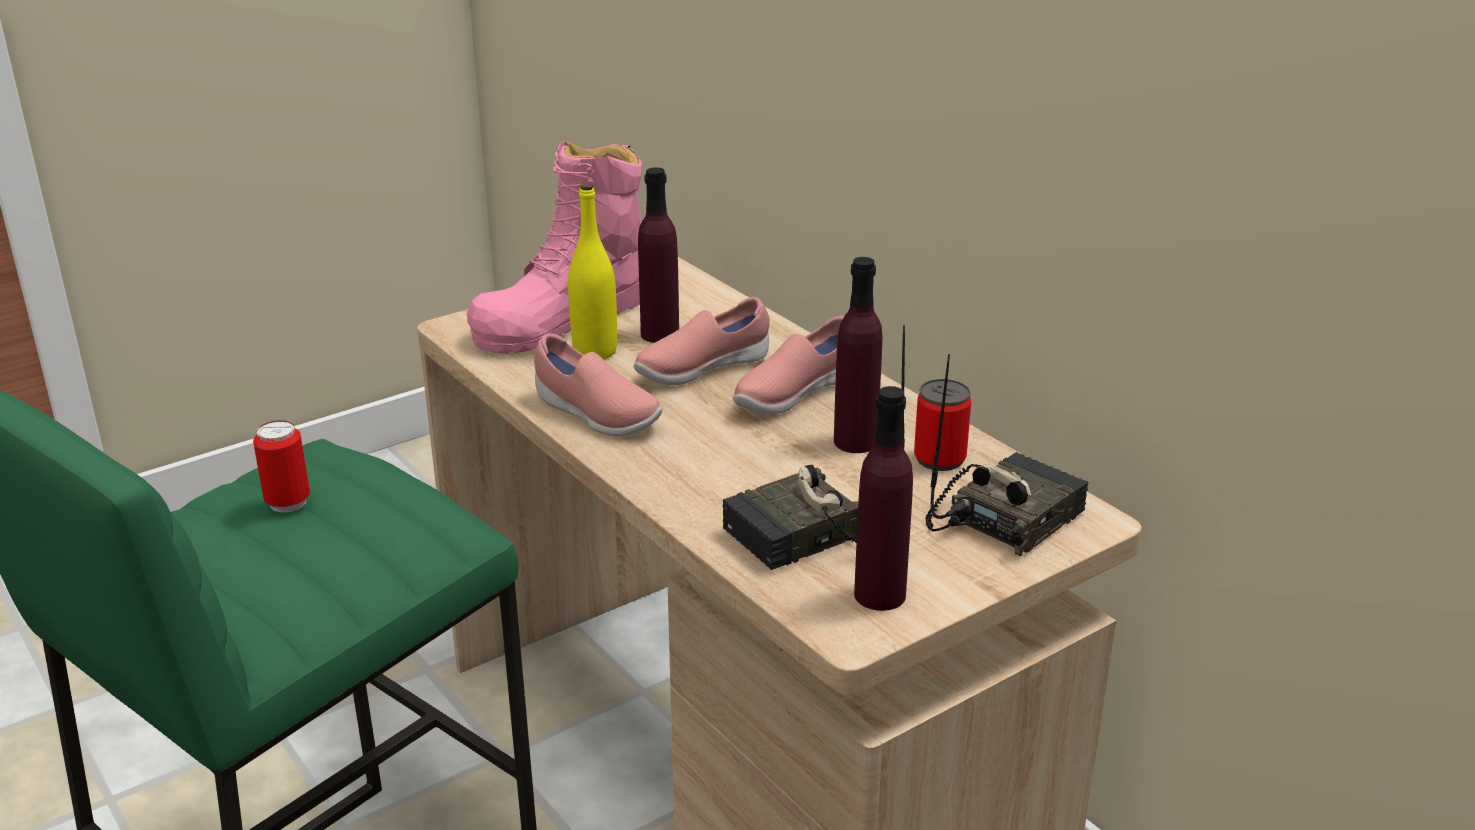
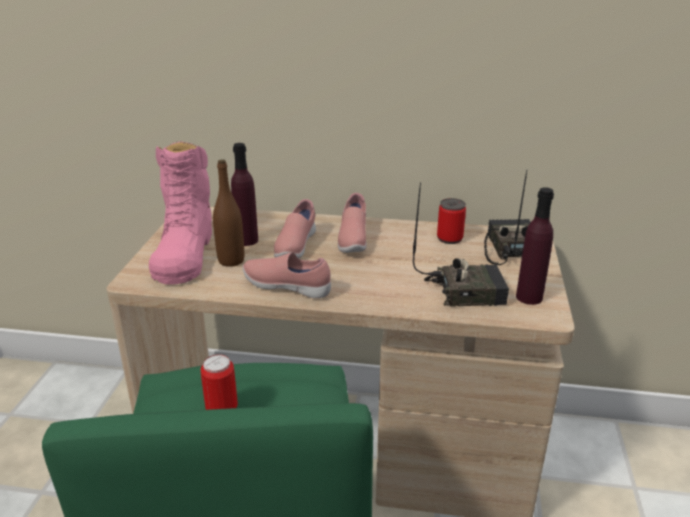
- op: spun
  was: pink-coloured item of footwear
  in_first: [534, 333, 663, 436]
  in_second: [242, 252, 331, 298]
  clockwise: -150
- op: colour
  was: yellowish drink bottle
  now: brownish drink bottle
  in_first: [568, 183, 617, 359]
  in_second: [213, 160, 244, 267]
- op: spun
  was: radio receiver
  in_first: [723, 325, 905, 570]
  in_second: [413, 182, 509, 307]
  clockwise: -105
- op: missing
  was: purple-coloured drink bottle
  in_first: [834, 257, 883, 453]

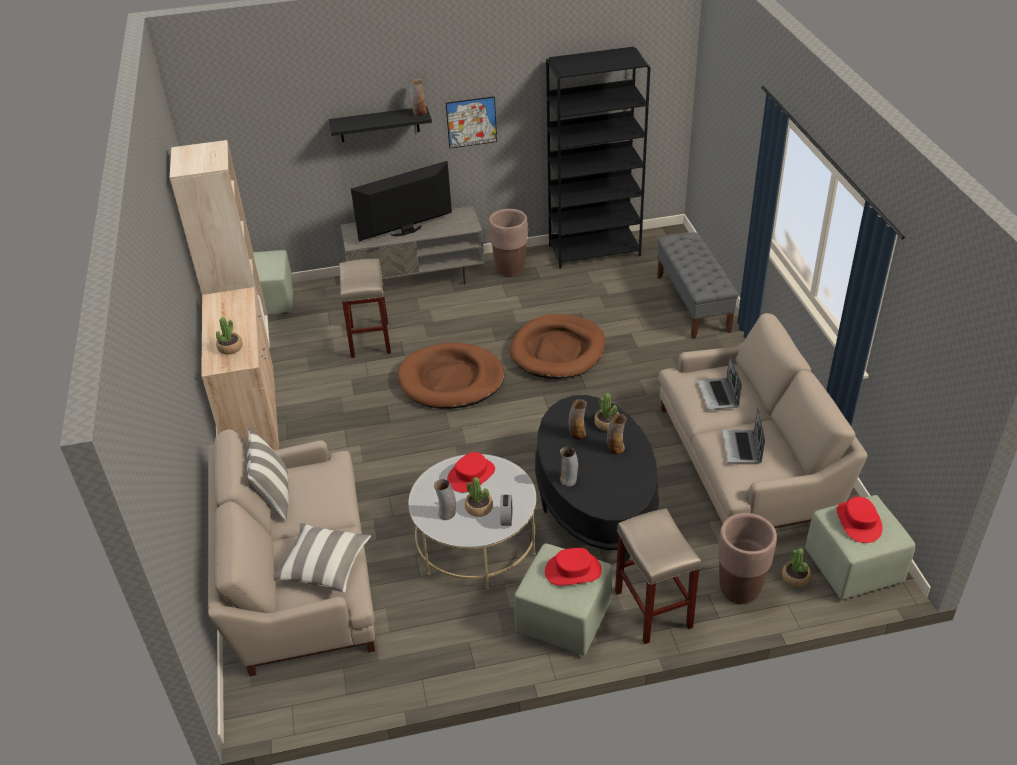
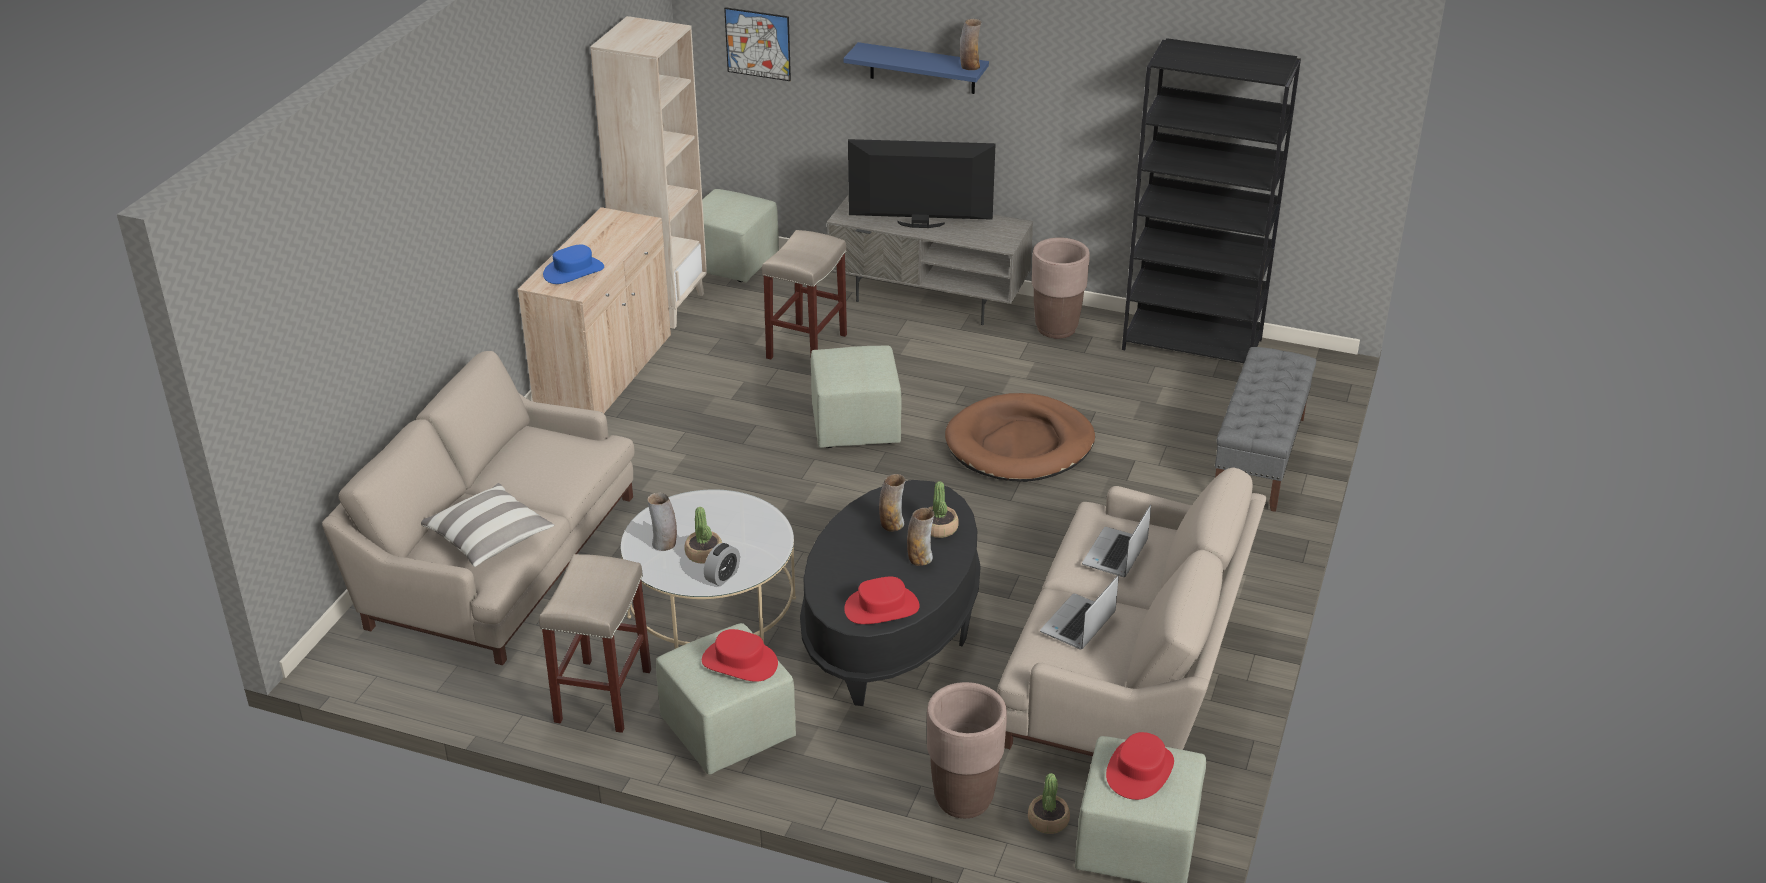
- op: exchanged
  was: houseplant
  now: blue hat
  in_first: [216, 317, 243, 355]
  in_second: [543, 245, 604, 284]
- op: missing
  was: throw pillow
  in_first: [247, 427, 289, 521]
- op: colour
  was: blackish wall shelf
  now: blue wall shelf
  in_first: [328, 106, 432, 142]
  in_second: [843, 42, 989, 94]
- op: exchanged
  was: brownish dog cushion
  now: green-coloured pouffe
  in_first: [398, 343, 504, 409]
  in_second: [811, 346, 901, 448]
- op: relocated
  was: wall picture
  in_first: [446, 96, 497, 149]
  in_second: [724, 7, 791, 81]
- op: relocated
  was: reddish hat
  in_first: [447, 452, 495, 492]
  in_second: [844, 576, 920, 624]
- op: missing
  was: flower vase
  in_first: [560, 447, 578, 486]
- op: relocated
  was: beige stool
  in_first: [615, 508, 701, 644]
  in_second: [539, 554, 651, 733]

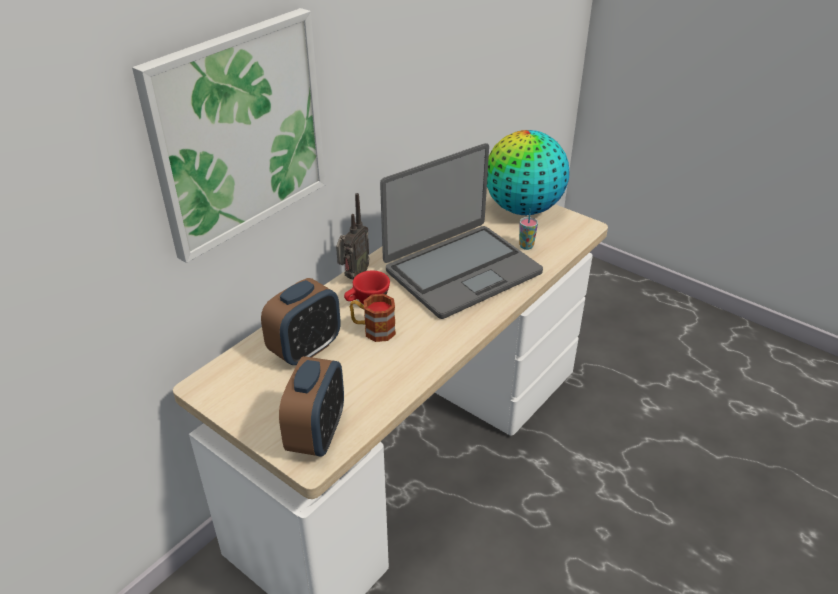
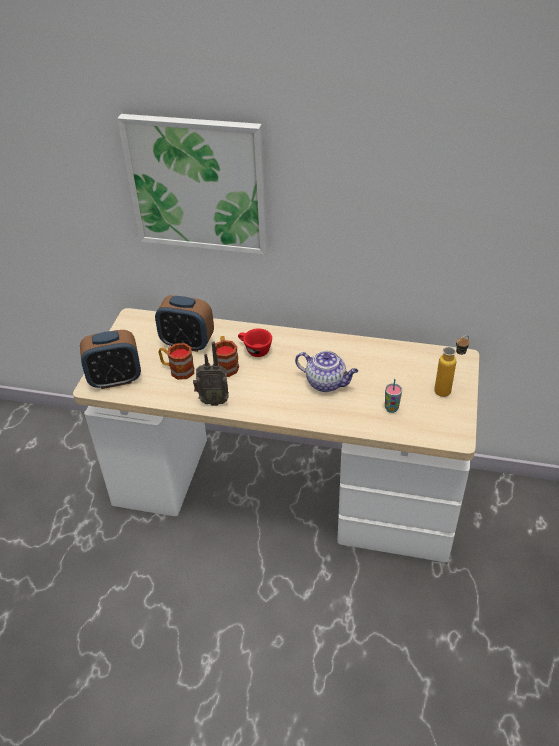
- op: relocated
  was: radio receiver
  in_first: [336, 193, 370, 279]
  in_second: [193, 341, 229, 406]
- op: exchanged
  was: portable computer
  now: teapot
  in_first: [380, 143, 543, 319]
  in_second: [295, 351, 358, 392]
- op: exchanged
  was: world globe
  now: drink bottle
  in_first: [487, 130, 569, 215]
  in_second: [434, 335, 469, 397]
- op: appeared
  now: tea mug
  in_second: [158, 343, 194, 380]

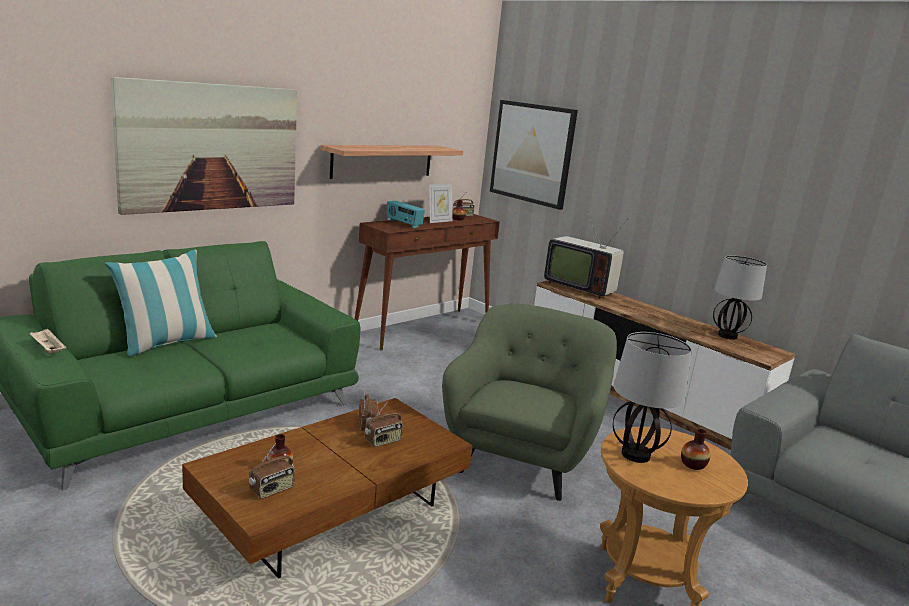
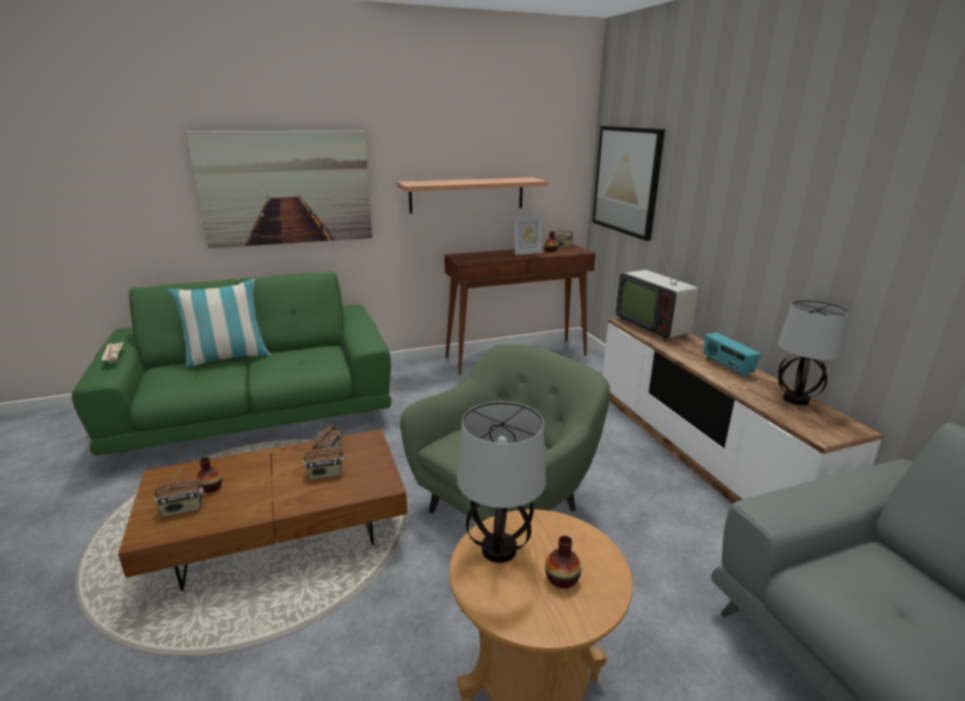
- op: relocated
  was: radio receiver
  in_first: [387, 201, 425, 228]
  in_second: [703, 333, 761, 377]

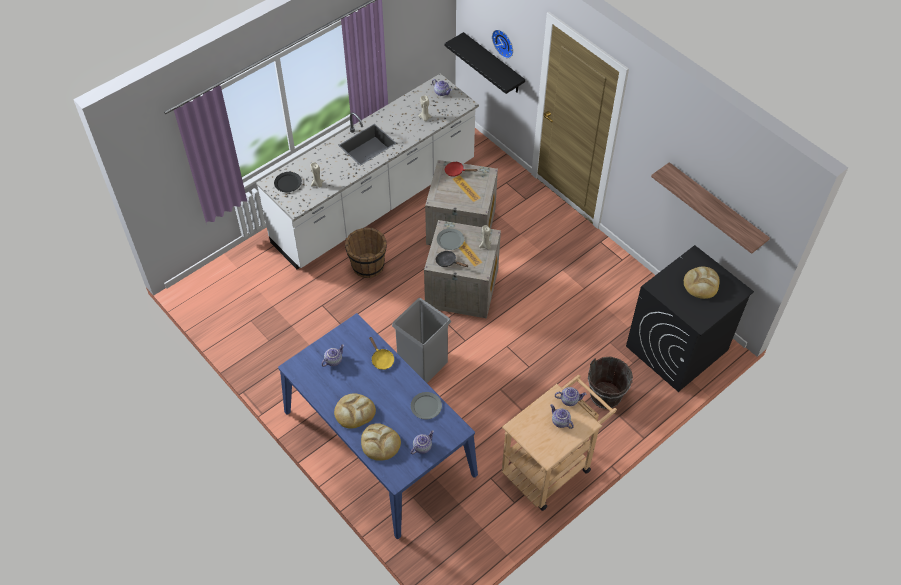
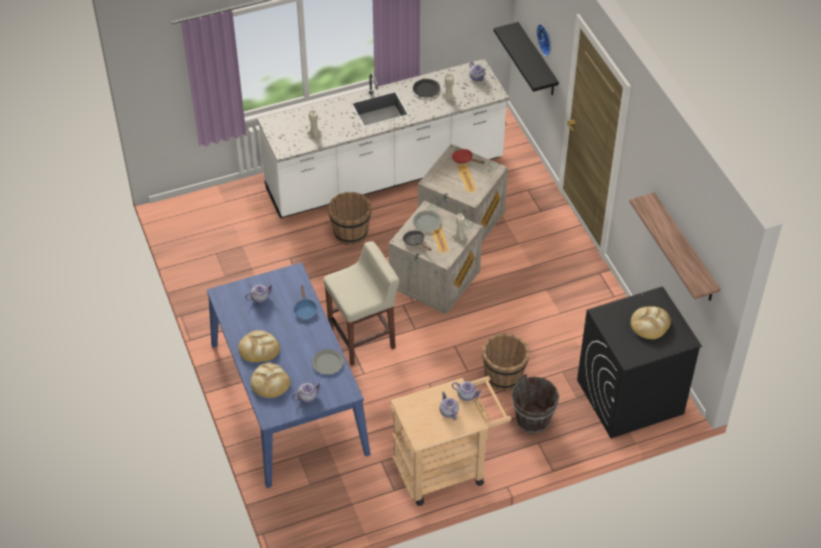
- op: relocated
  was: blackish dinner plate
  in_first: [274, 172, 302, 192]
  in_second: [413, 79, 440, 98]
- op: colour
  was: yellowish frying pan
  now: blue frying pan
  in_first: [369, 336, 394, 370]
  in_second: [294, 286, 317, 319]
- op: exchanged
  was: greyish rubbish bin
  now: beige stool
  in_first: [392, 298, 451, 383]
  in_second: [323, 241, 400, 366]
- op: appeared
  now: brownish bucket
  in_second: [482, 333, 530, 391]

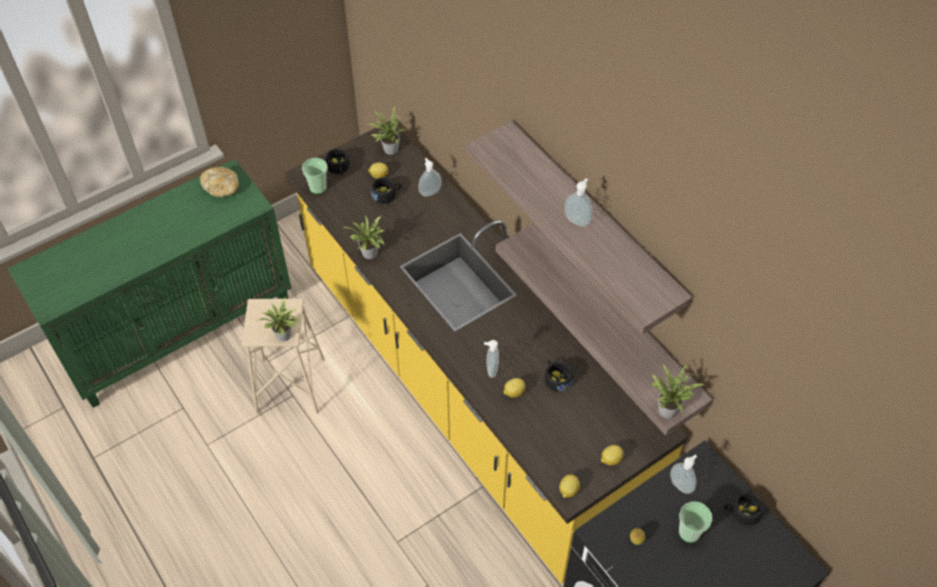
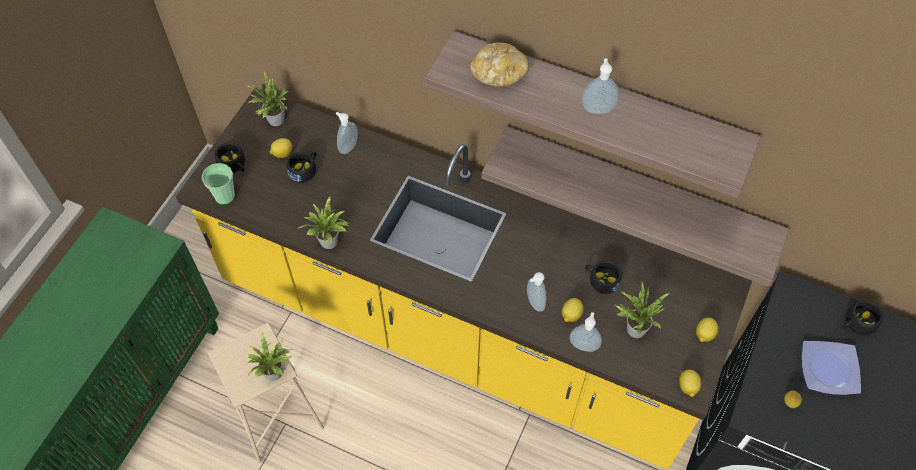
- op: relocated
  was: bakery bread
  in_first: [200, 167, 239, 197]
  in_second: [470, 42, 529, 87]
- op: relocated
  was: houseplant
  in_first: [651, 364, 706, 419]
  in_second: [615, 282, 670, 338]
- op: relocated
  was: soap bottle
  in_first: [670, 455, 697, 494]
  in_second: [570, 312, 602, 352]
- op: exchanged
  was: small cup
  now: dinner plate
  in_first: [679, 502, 713, 543]
  in_second: [801, 341, 861, 395]

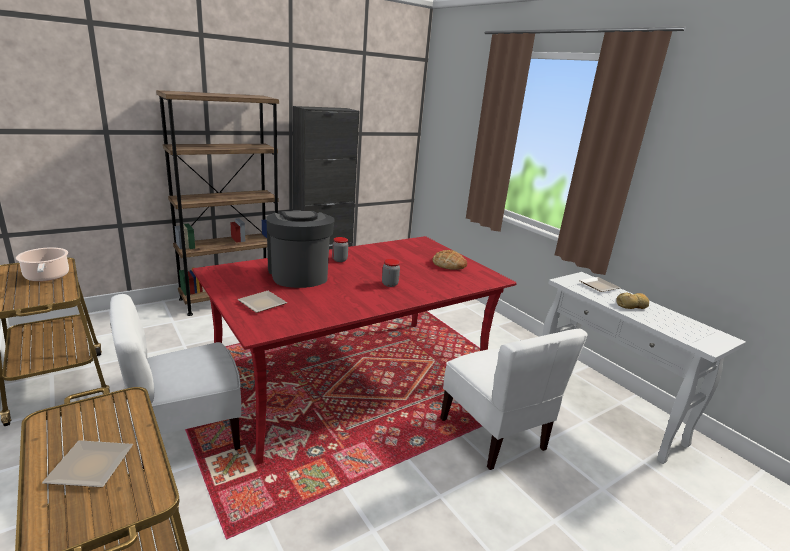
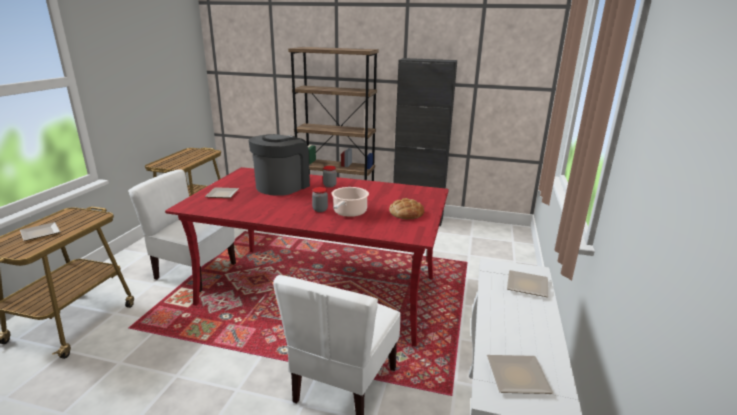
- op: relocated
  was: stockpot
  in_first: [16, 247, 69, 282]
  in_second: [331, 187, 369, 217]
- op: missing
  was: bakery bread
  in_first: [616, 293, 649, 309]
- op: appeared
  now: dinner plate
  in_second: [487, 355, 553, 394]

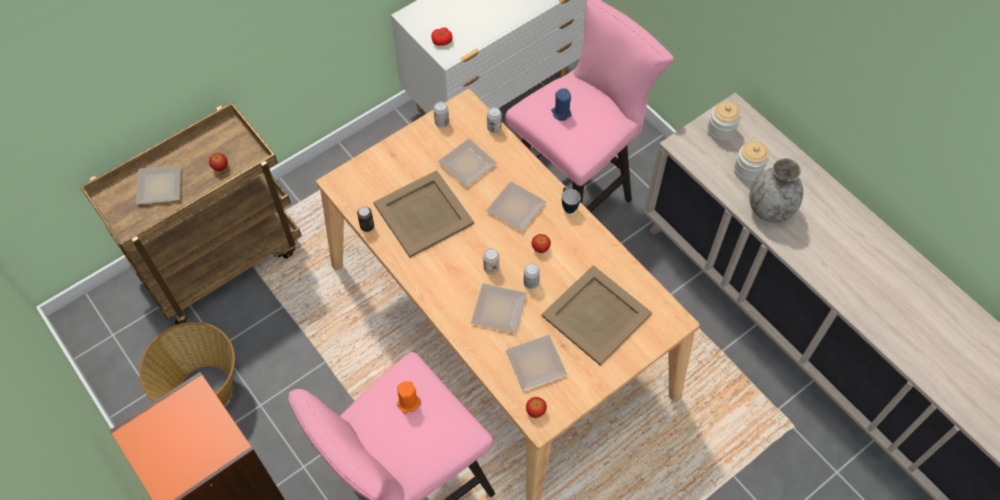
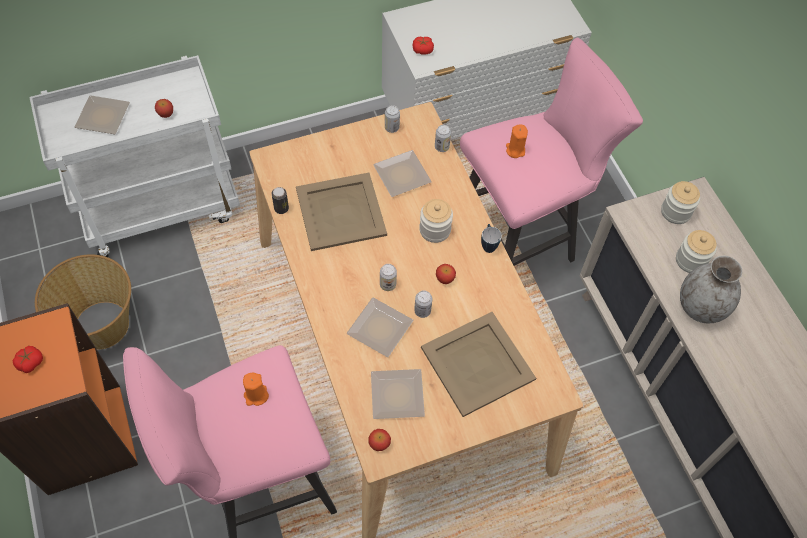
- op: colour
  was: brownish cart
  now: white-coloured cart
  in_first: [80, 102, 302, 325]
  in_second: [29, 55, 240, 257]
- op: exchanged
  was: dinner plate
  now: preserve jar
  in_first: [486, 181, 546, 232]
  in_second: [419, 199, 453, 243]
- op: colour
  was: blue wax candle
  now: orangey wax candle
  in_first: [551, 88, 571, 121]
  in_second: [506, 124, 528, 158]
- op: appeared
  now: whole tomato
  in_second: [12, 346, 43, 373]

